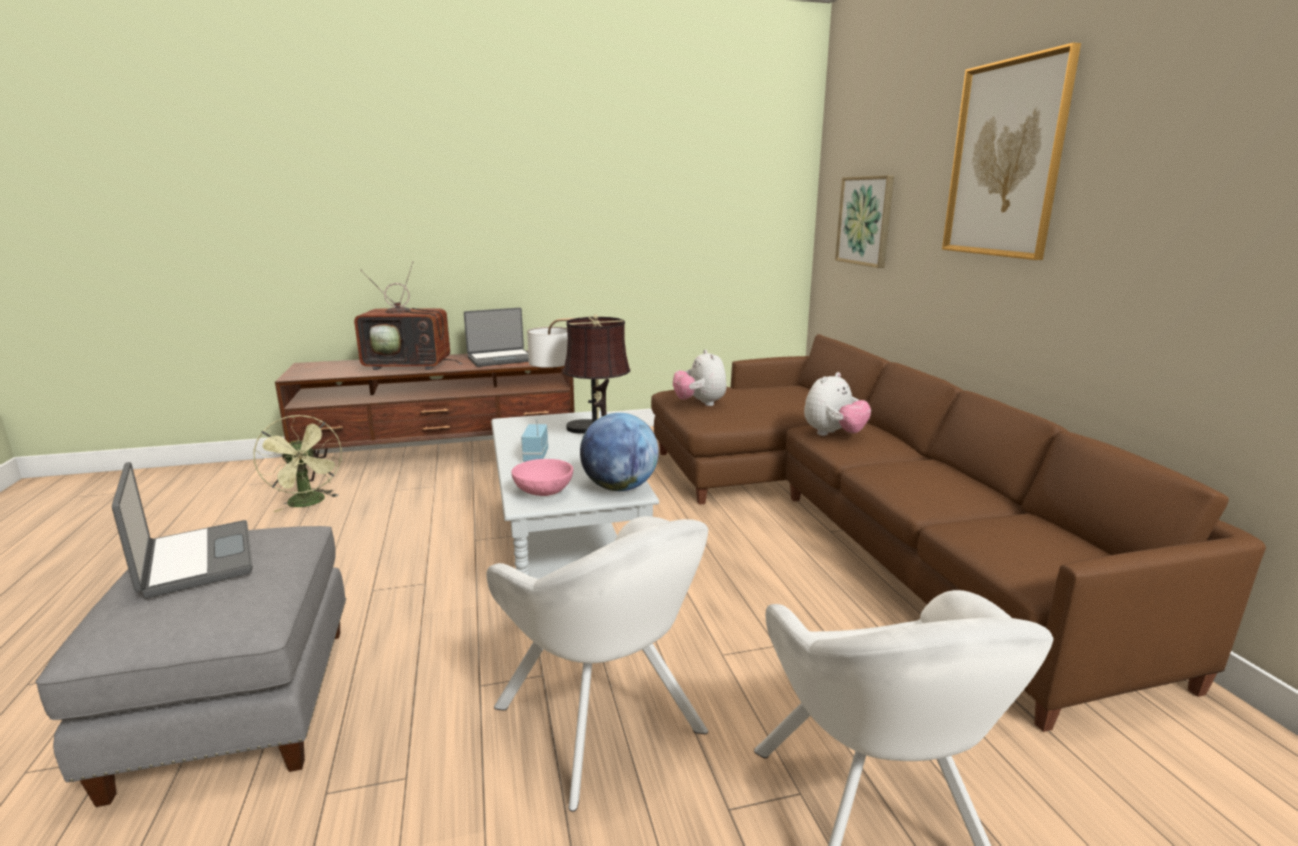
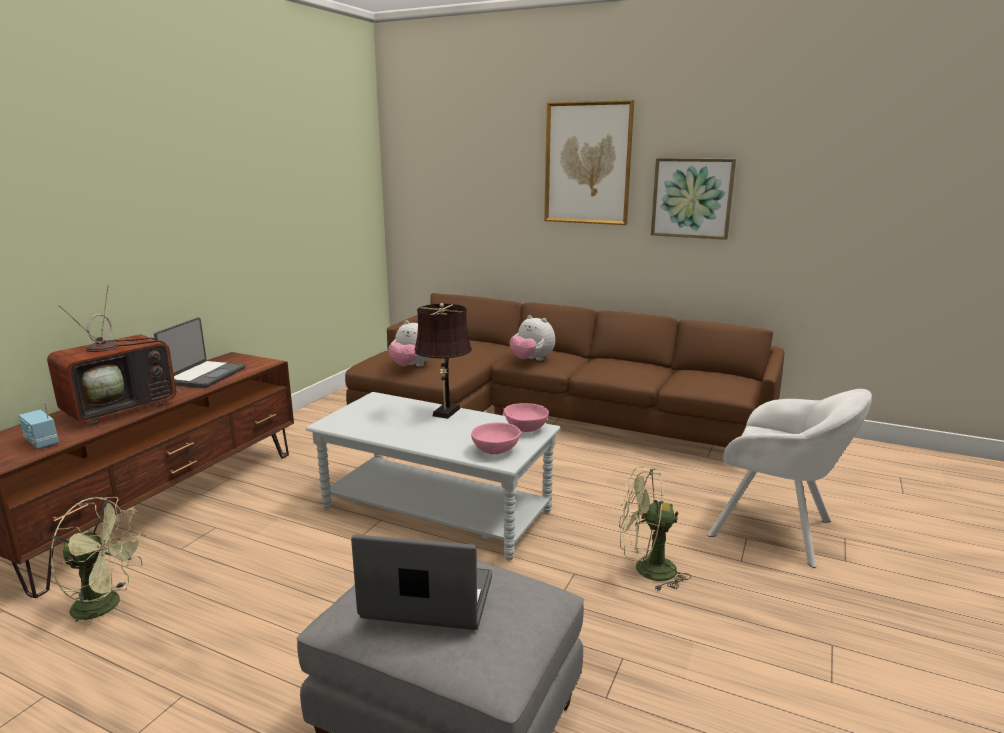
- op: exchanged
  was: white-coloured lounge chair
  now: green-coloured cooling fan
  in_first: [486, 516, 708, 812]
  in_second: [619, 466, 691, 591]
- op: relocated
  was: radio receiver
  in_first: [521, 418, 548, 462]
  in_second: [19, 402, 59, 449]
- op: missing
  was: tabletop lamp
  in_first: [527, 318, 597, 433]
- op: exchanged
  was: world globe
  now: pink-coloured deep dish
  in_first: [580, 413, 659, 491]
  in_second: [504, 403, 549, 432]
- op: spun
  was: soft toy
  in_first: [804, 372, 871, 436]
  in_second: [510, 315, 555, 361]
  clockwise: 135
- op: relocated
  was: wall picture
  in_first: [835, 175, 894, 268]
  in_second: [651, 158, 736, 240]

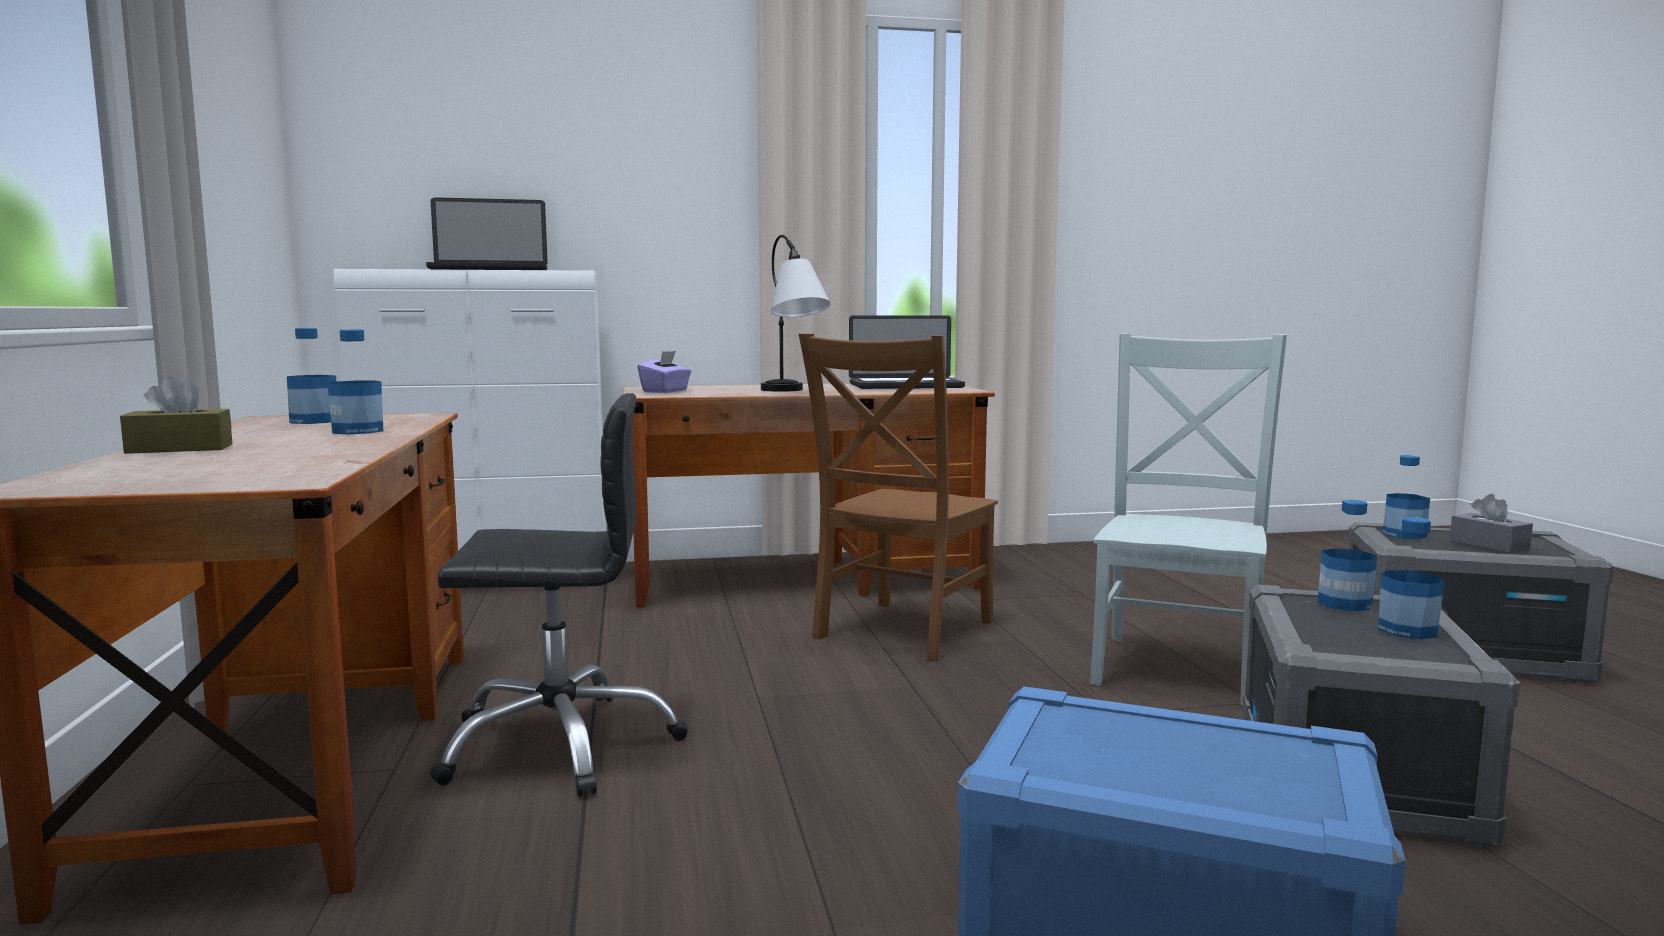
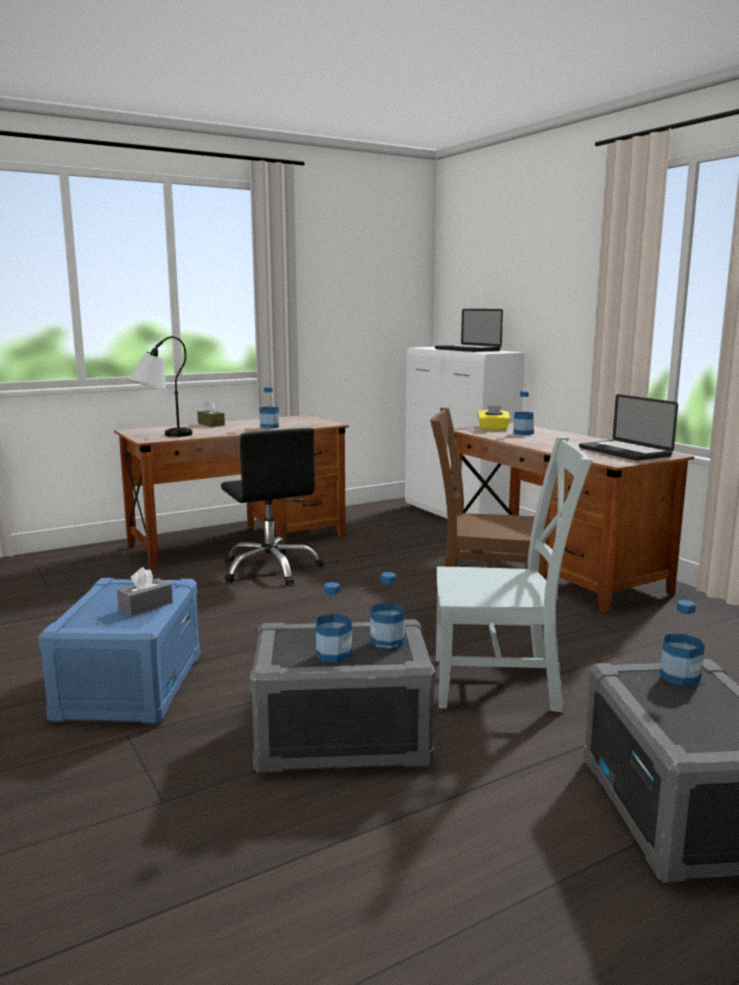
- op: relocated
  was: drink bottle
  in_first: [287, 328, 336, 424]
  in_second: [513, 391, 534, 435]
- op: colour
  was: purple-coloured box of tissues
  now: yellowish box of tissues
  in_first: [637, 351, 692, 393]
  in_second: [478, 406, 510, 431]
- op: relocated
  was: tabletop lamp
  in_first: [761, 235, 830, 392]
  in_second: [128, 336, 192, 437]
- op: relocated
  was: greyish box of tissues
  in_first: [1450, 494, 1533, 553]
  in_second: [117, 567, 173, 616]

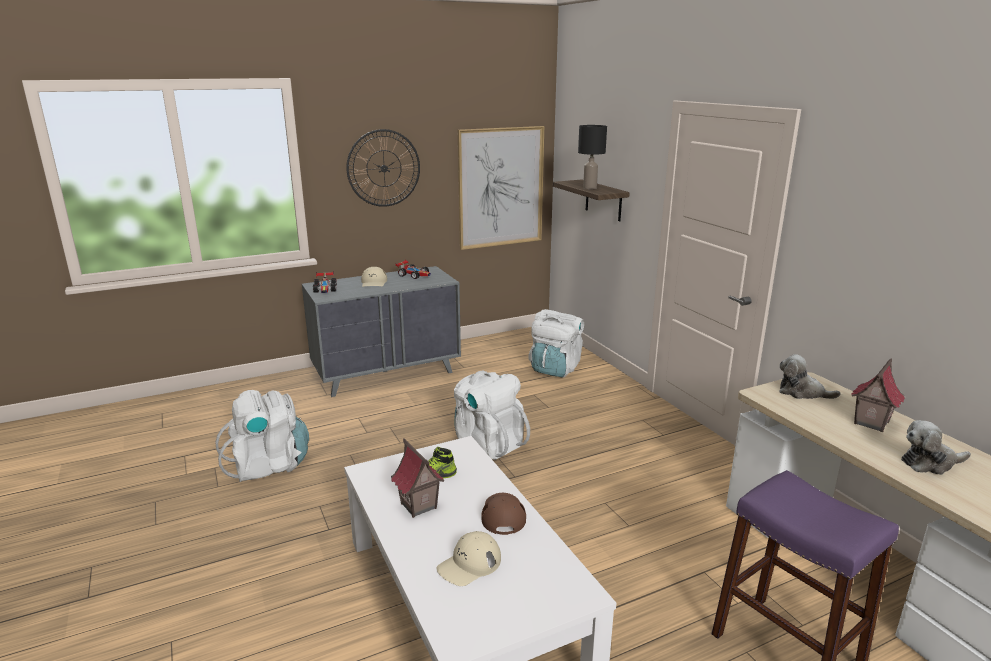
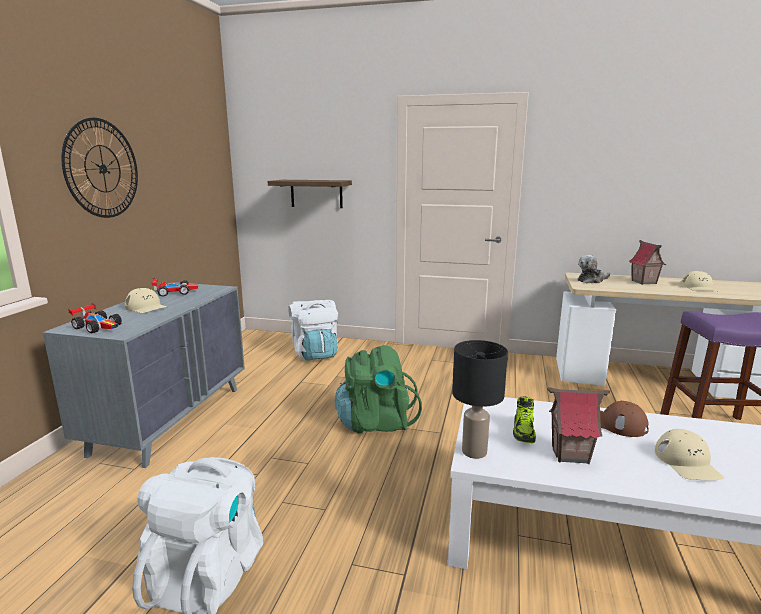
- op: colour
  was: white-coloured rucksack
  now: green-coloured rucksack
  in_first: [454, 371, 530, 460]
  in_second: [335, 345, 422, 433]
- op: missing
  was: wall picture
  in_first: [458, 126, 544, 250]
- op: relocated
  was: blackish tabletop lamp
  in_first: [578, 125, 607, 189]
  in_second: [452, 340, 508, 459]
- op: exchanged
  was: soft toy
  now: beige baseball cap
  in_first: [901, 420, 971, 475]
  in_second: [681, 271, 719, 292]

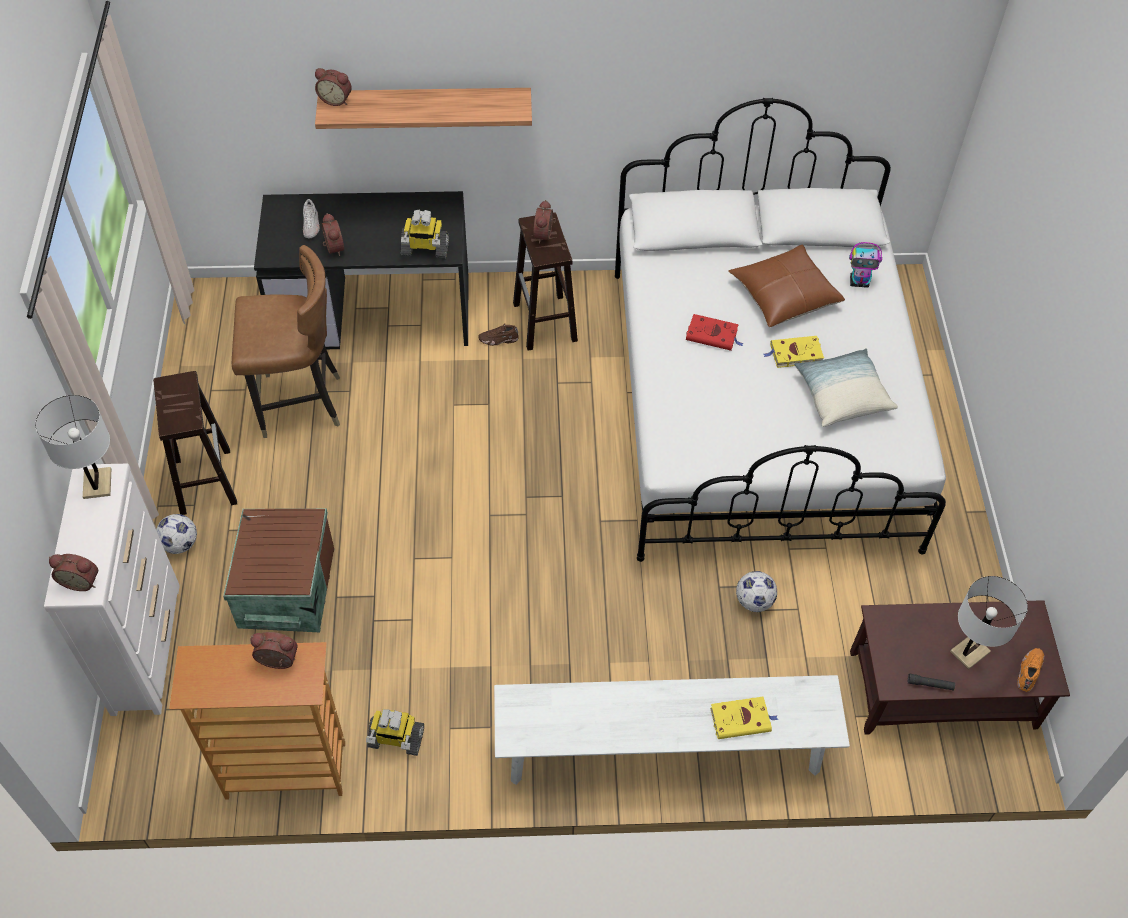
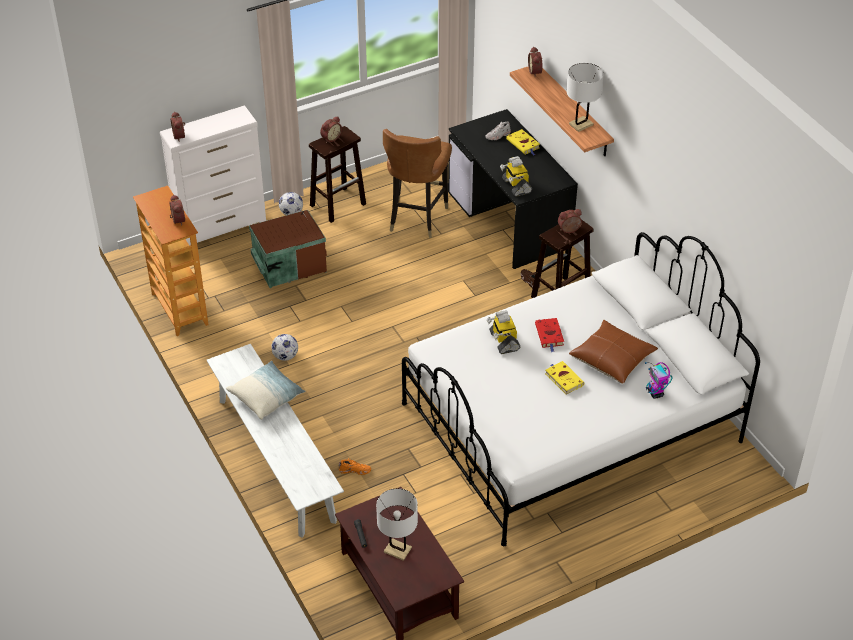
- op: relocated
  was: white-coloured tabletop lamp
  in_first: [35, 395, 111, 499]
  in_second: [567, 63, 603, 132]
- op: spun
  was: brownish upright chair
  in_first: [232, 245, 340, 438]
  in_second: [383, 129, 452, 238]
  clockwise: 45
- op: relocated
  was: bedside clock
  in_first: [322, 213, 344, 256]
  in_second: [320, 117, 342, 143]
- op: relocated
  was: robot figure
  in_first: [366, 709, 424, 756]
  in_second: [487, 310, 520, 354]
- op: relocated
  was: yellowish volume
  in_first: [710, 696, 779, 739]
  in_second: [506, 129, 540, 156]
- op: relocated
  was: football
  in_first: [736, 571, 777, 612]
  in_second: [271, 334, 298, 361]
- op: relocated
  was: throw pillow
  in_first: [794, 348, 898, 427]
  in_second: [226, 361, 305, 420]
- op: relocated
  was: orangey item of footwear
  in_first: [1017, 648, 1044, 692]
  in_second: [339, 458, 371, 475]

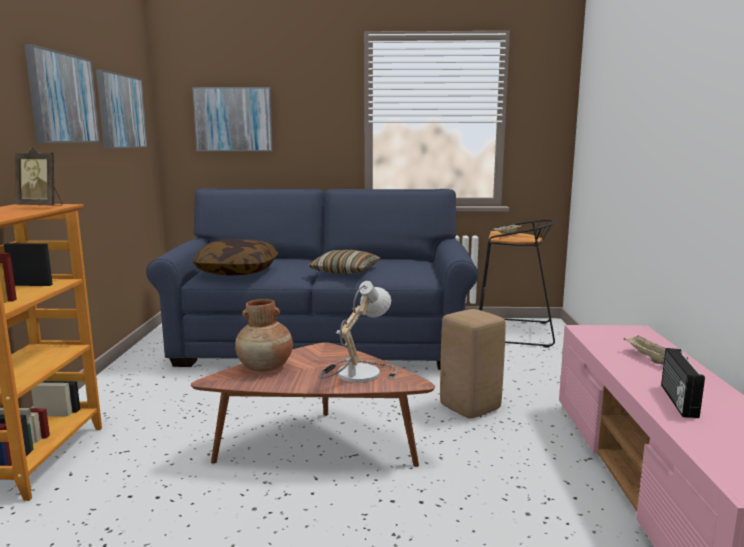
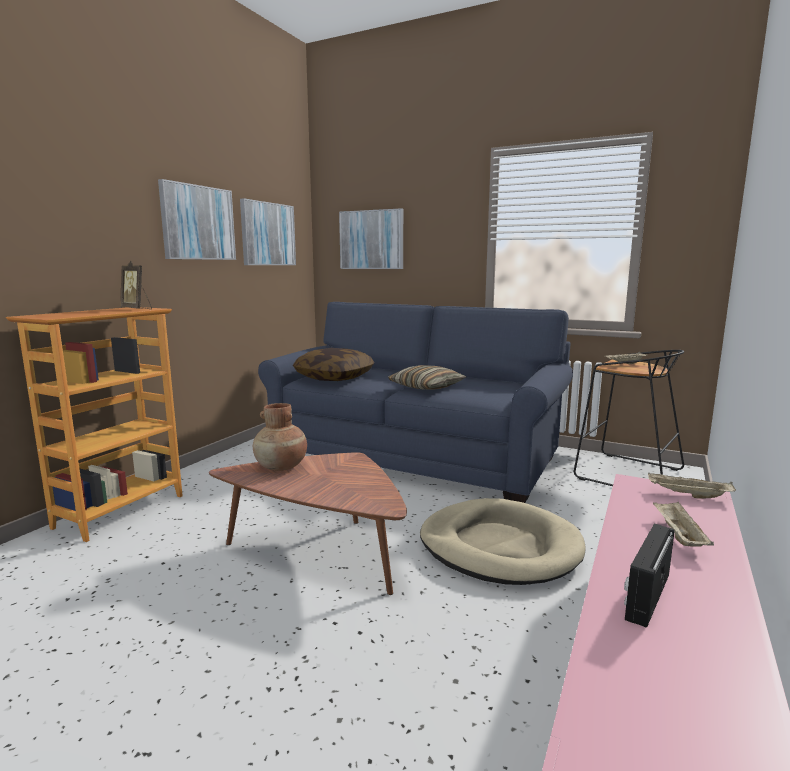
- op: missing
  was: tabletop lamp
  in_first: [319, 281, 398, 383]
- op: exchanged
  was: beige stool
  now: beige dog cushion
  in_first: [440, 309, 506, 419]
  in_second: [420, 498, 585, 585]
- op: appeared
  now: beige carrying tray
  in_second: [648, 473, 736, 499]

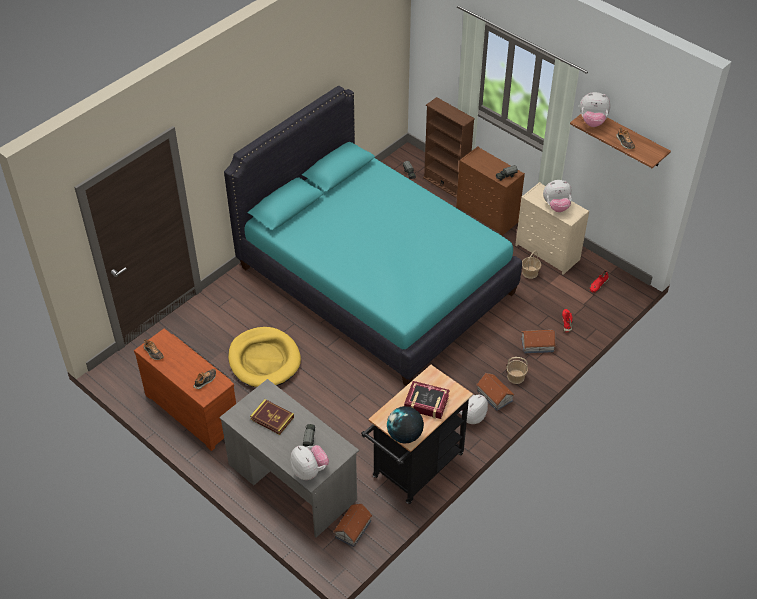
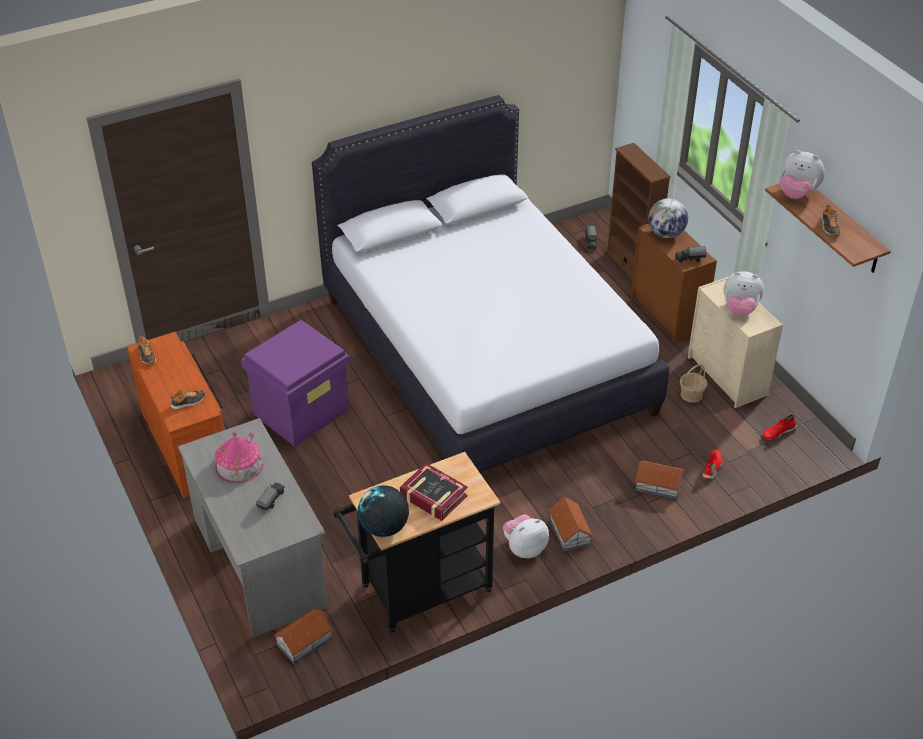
- op: colour
  was: blue-green sleeping bed
  now: white-coloured sleeping bed
  in_first: [224, 86, 522, 386]
  in_second: [312, 95, 669, 472]
- op: exchanged
  was: yellowish dog cushion
  now: purple-coloured storage bin
  in_first: [228, 327, 301, 387]
  in_second: [241, 320, 350, 447]
- op: exchanged
  was: volume
  now: toy house
  in_first: [250, 399, 294, 435]
  in_second: [215, 431, 264, 483]
- op: missing
  was: soft toy
  in_first: [290, 445, 329, 480]
- op: missing
  was: storage basket
  in_first: [506, 357, 528, 384]
- op: appeared
  now: world globe
  in_second: [648, 198, 688, 238]

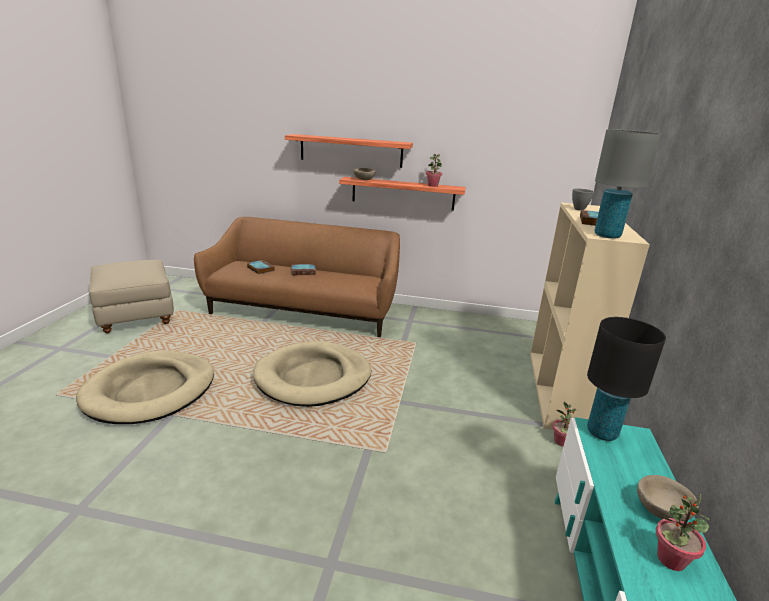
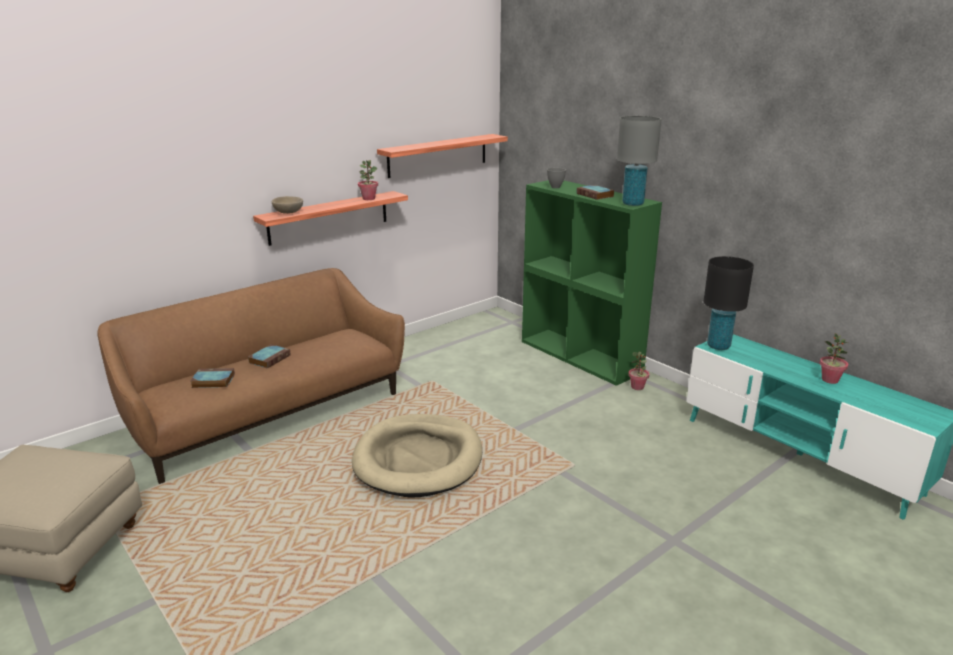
- op: missing
  was: beige dog cushion
  in_first: [76, 351, 214, 424]
- op: relocated
  was: wall shelf
  in_first: [285, 134, 413, 168]
  in_second: [377, 134, 508, 178]
- op: colour
  was: beige bookcase
  now: green-coloured bookcase
  in_first: [530, 203, 650, 430]
  in_second: [522, 180, 662, 386]
- op: missing
  was: beige deep dish
  in_first: [637, 475, 699, 521]

